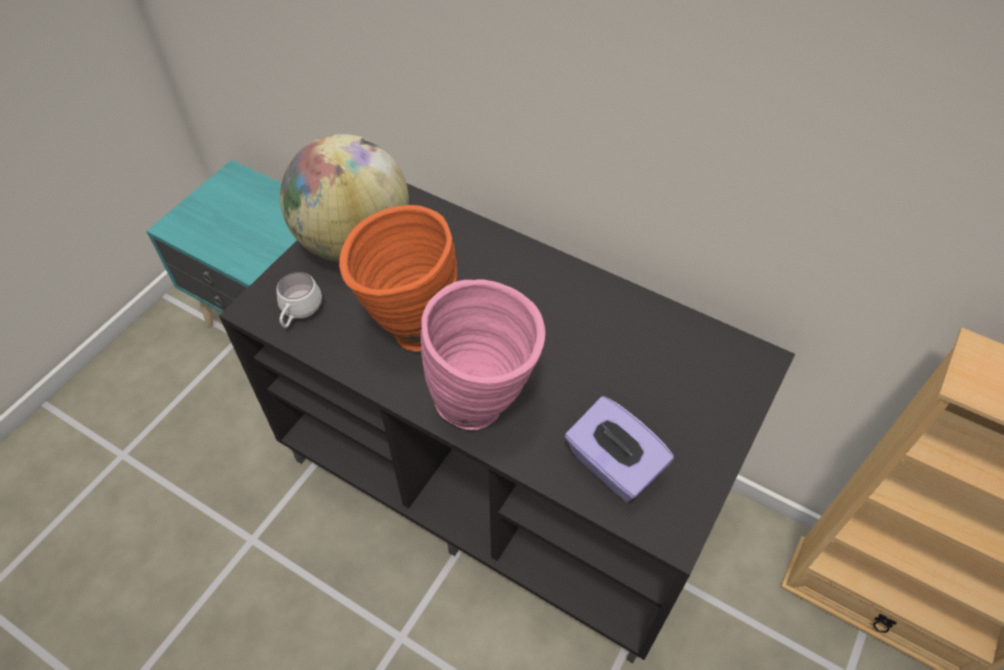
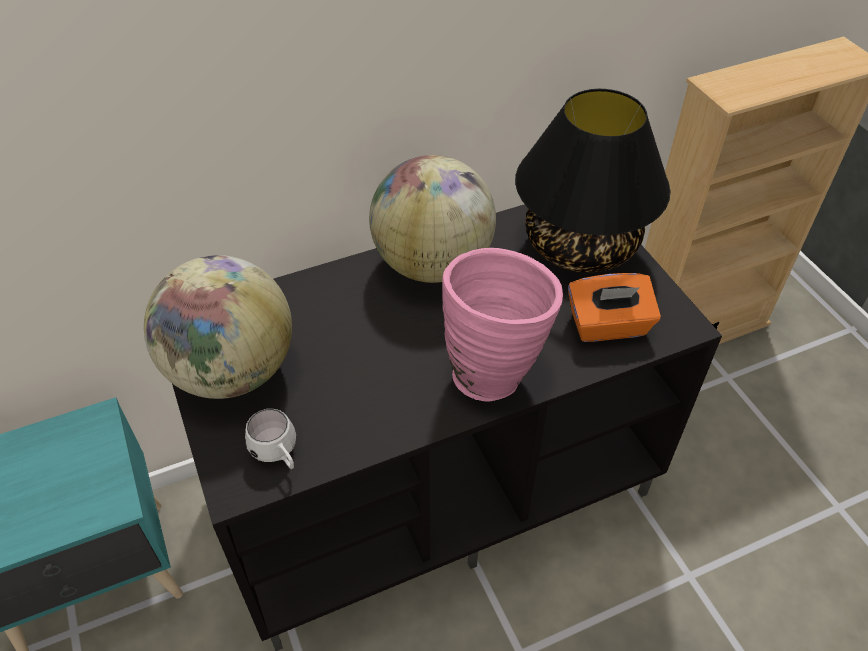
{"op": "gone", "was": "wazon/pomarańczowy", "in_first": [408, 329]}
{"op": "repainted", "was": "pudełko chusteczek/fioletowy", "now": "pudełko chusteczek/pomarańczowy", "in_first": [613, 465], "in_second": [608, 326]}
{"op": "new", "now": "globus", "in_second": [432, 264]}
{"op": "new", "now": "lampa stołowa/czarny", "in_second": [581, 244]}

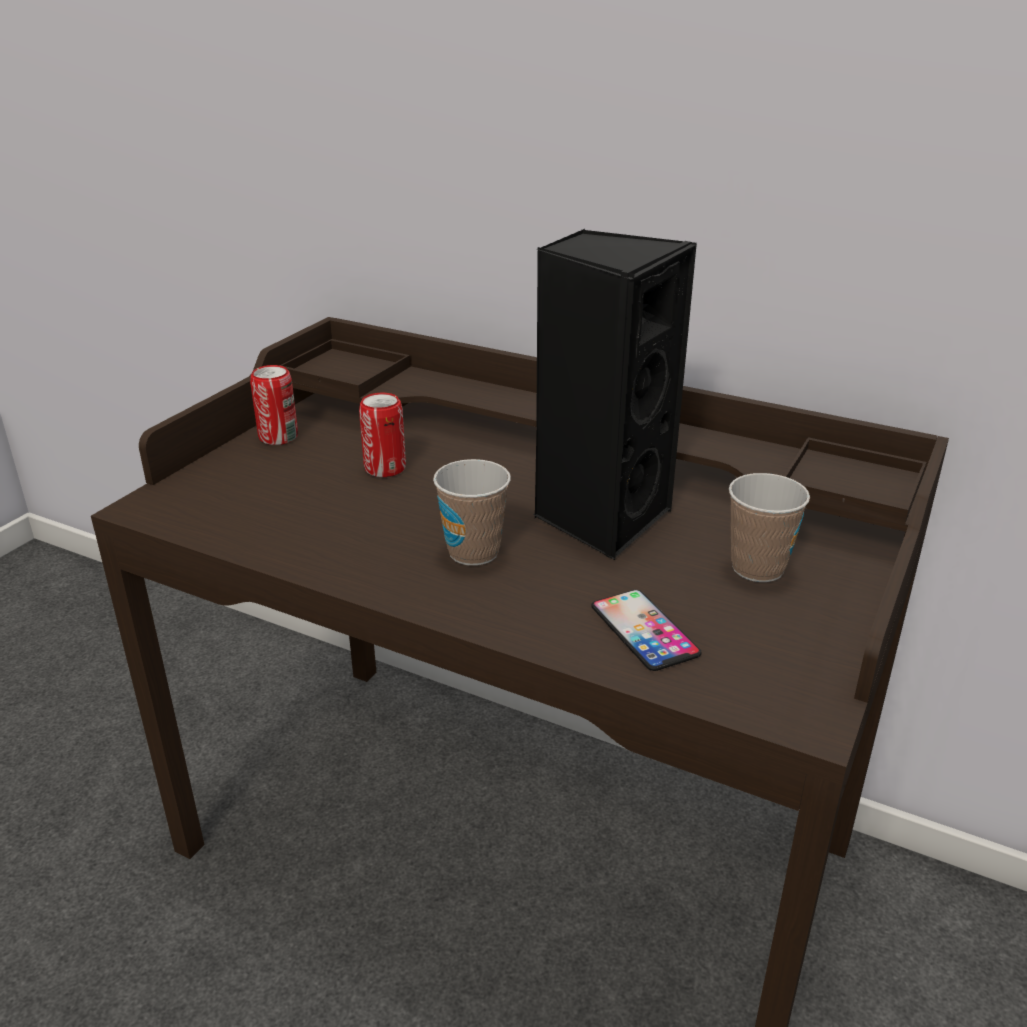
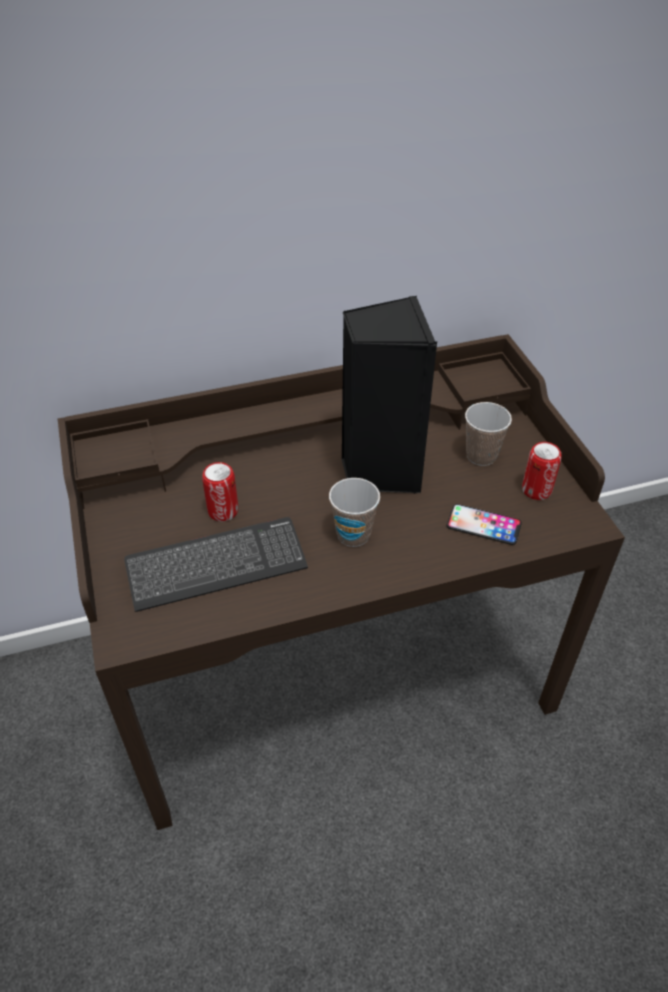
{"op": "shifted", "was": "puszka", "in_first": [278, 437], "in_second": [536, 490]}
{"op": "new", "now": "klawiatura", "in_second": [216, 566]}

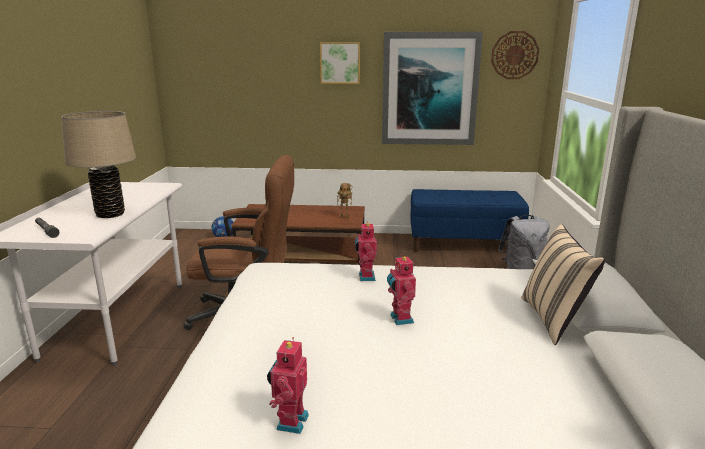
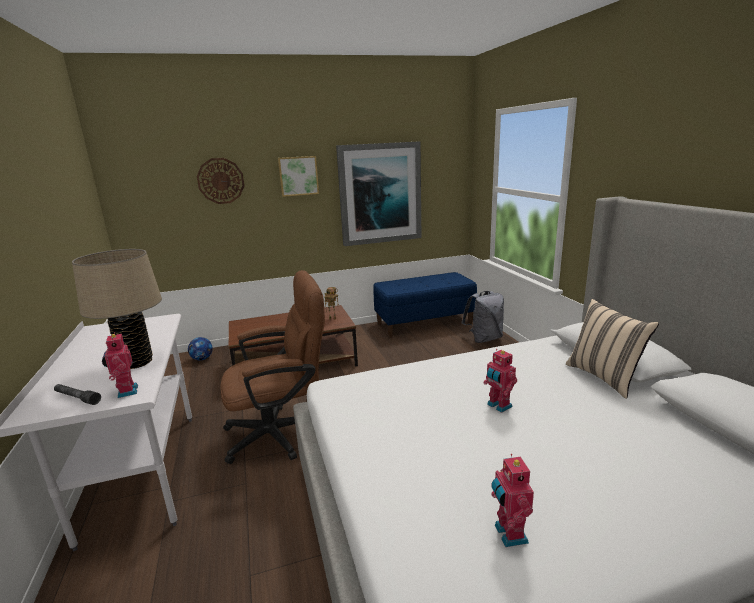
{"op": "shifted", "was": "robot zabawkowy", "in_first": [365, 277], "in_second": [126, 392]}
{"op": "shifted", "was": "zegar ścienny", "in_first": [514, 55], "in_second": [221, 181]}

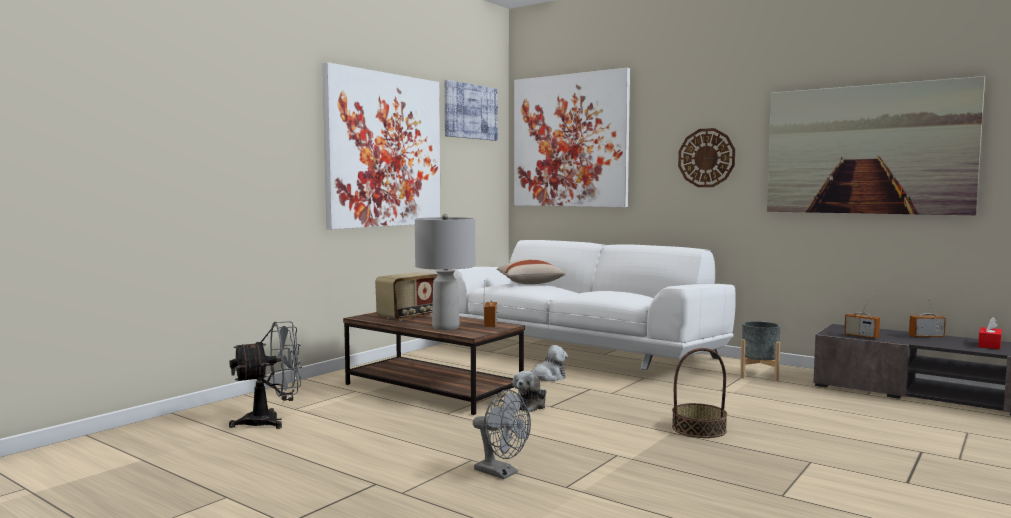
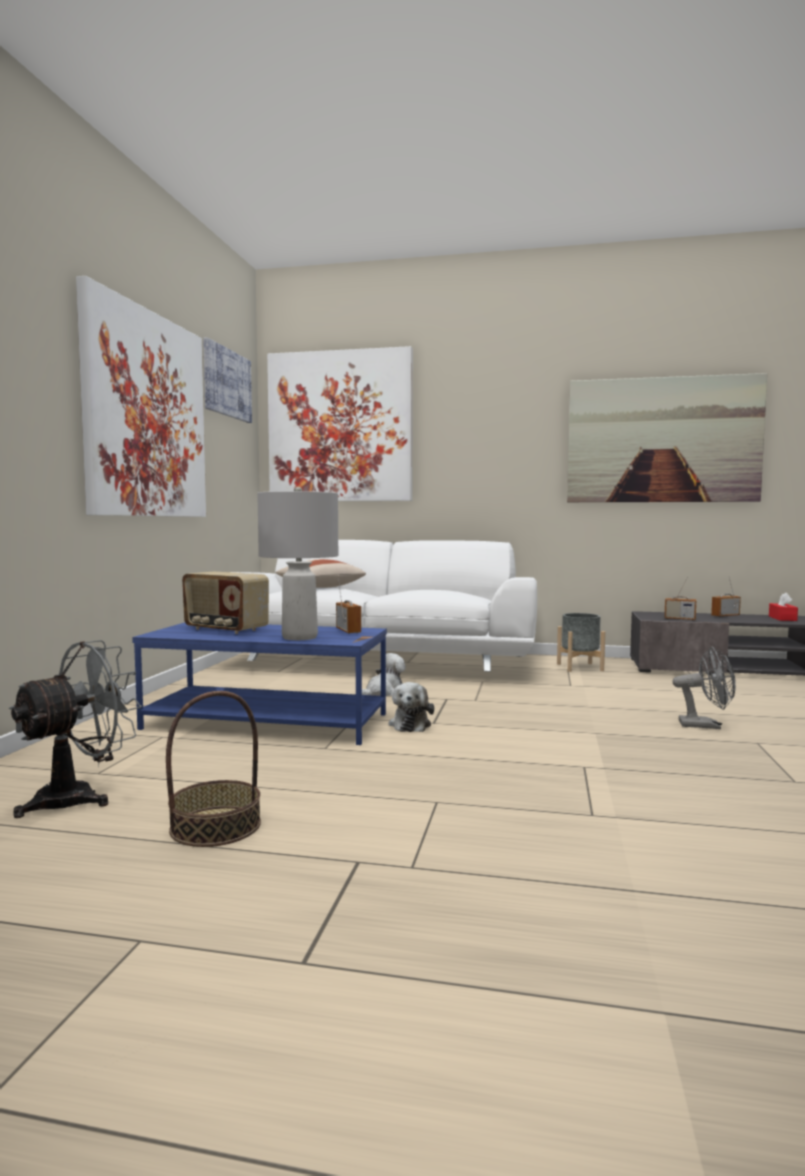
{"op": "repainted", "was": "ława/brązowy", "now": "ława/niebieski", "in_first": [433, 389], "in_second": [267, 721]}
{"op": "rotated", "was": "radio", "in_first": [409, 317], "in_second": [225, 629], "clockwise": 105}
{"op": "shifted", "was": "wentylator/szary", "in_first": [501, 473], "in_second": [706, 725]}
{"op": "shifted", "was": "koszyk", "in_first": [698, 429], "in_second": [215, 826]}
{"op": "gone", "was": "zegar ścienny", "in_first": [706, 158]}

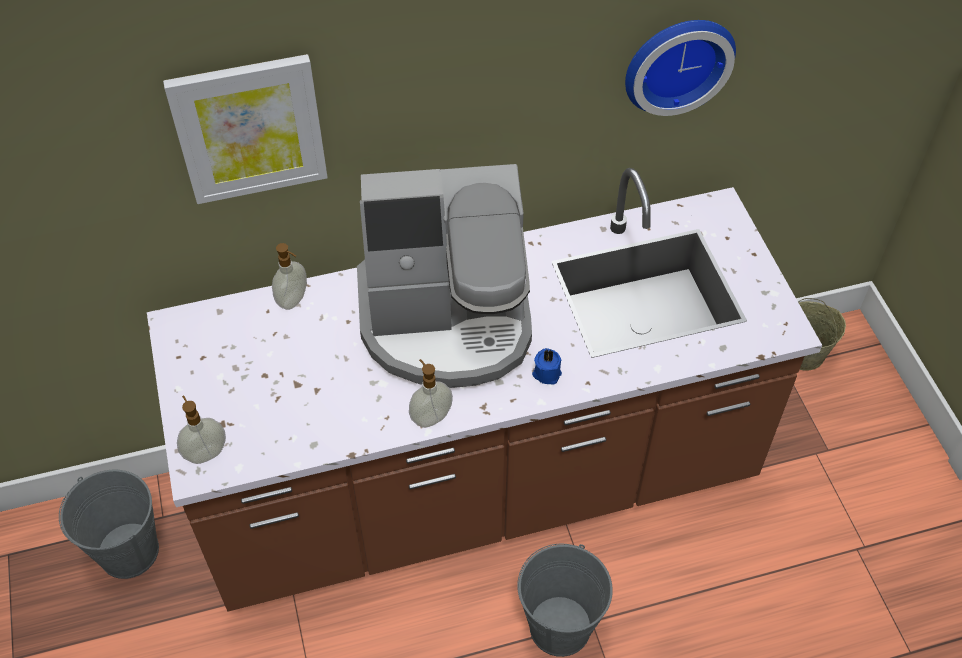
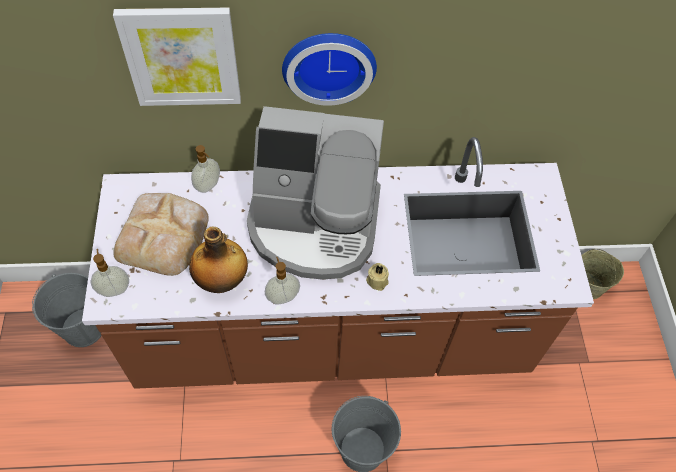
{"op": "repainted", "was": "świeca/niebieski", "now": "świeca/beżowy", "in_first": [546, 372], "in_second": [377, 280]}
{"op": "shifted", "was": "zegar ścienny", "in_first": [676, 61], "in_second": [329, 63]}
{"op": "new", "now": "chleb", "in_second": [164, 235]}
{"op": "new", "now": "butelka", "in_second": [222, 281]}

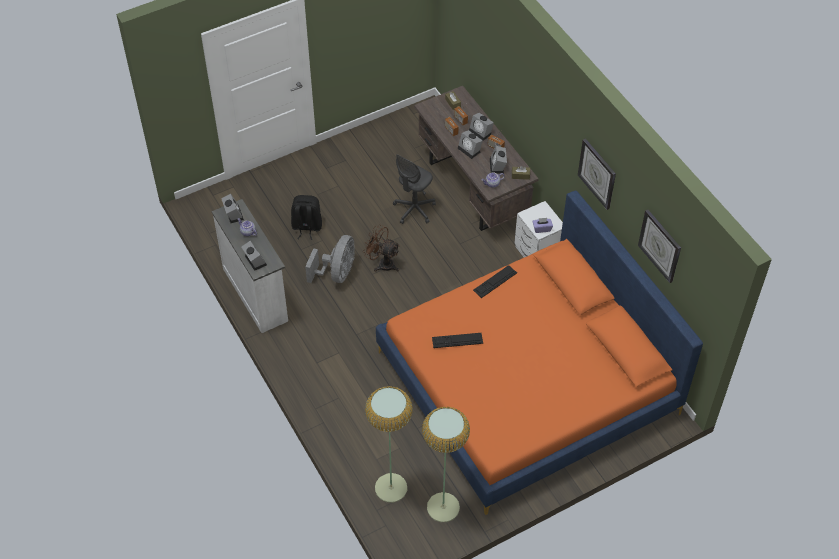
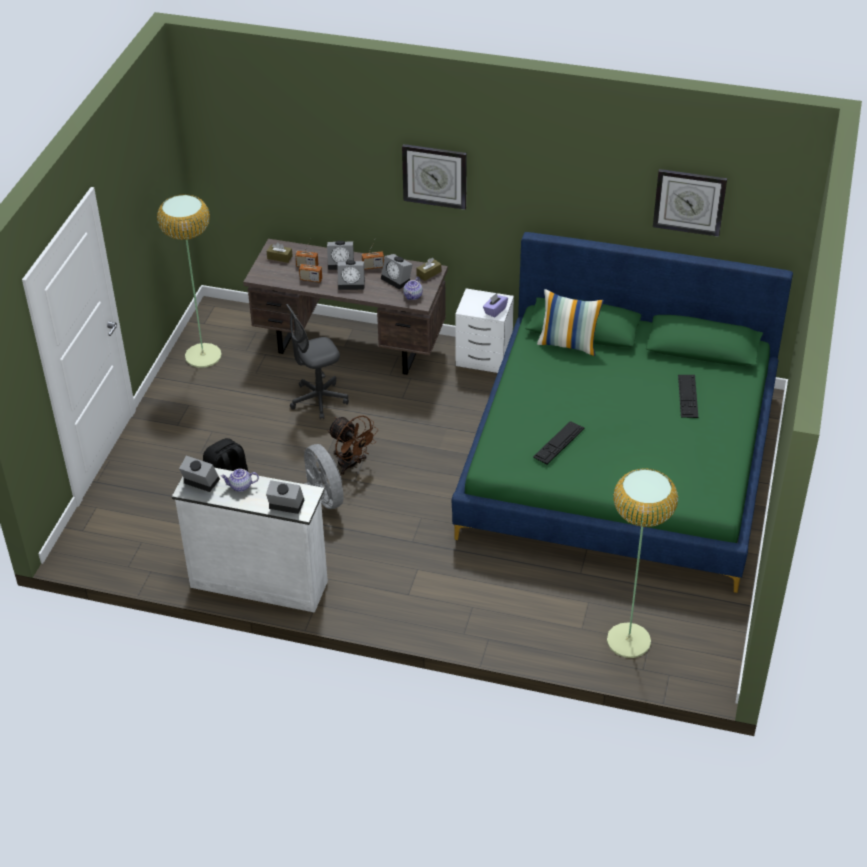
{"op": "rotated", "was": "wentylator/brązowy", "in_first": [382, 263], "in_second": [352, 465], "clockwise": -120}
{"op": "repainted", "was": "łóżko/pomarańczowy", "now": "łóżko/zielony", "in_first": [527, 382], "in_second": [620, 462]}
{"op": "rotated", "was": "krzesło biurowe/szary", "in_first": [414, 209], "in_second": [319, 400], "clockwise": 75}
{"op": "shifted", "was": "lampa stojąca", "in_first": [443, 507], "in_second": [203, 356]}
{"op": "shifted", "was": "klawiatura", "in_first": [495, 281], "in_second": [688, 396]}
{"op": "shifted", "was": "zegar ścienny", "in_first": [597, 173], "in_second": [435, 176]}
{"op": "new", "now": "poduszka", "in_second": [568, 344]}

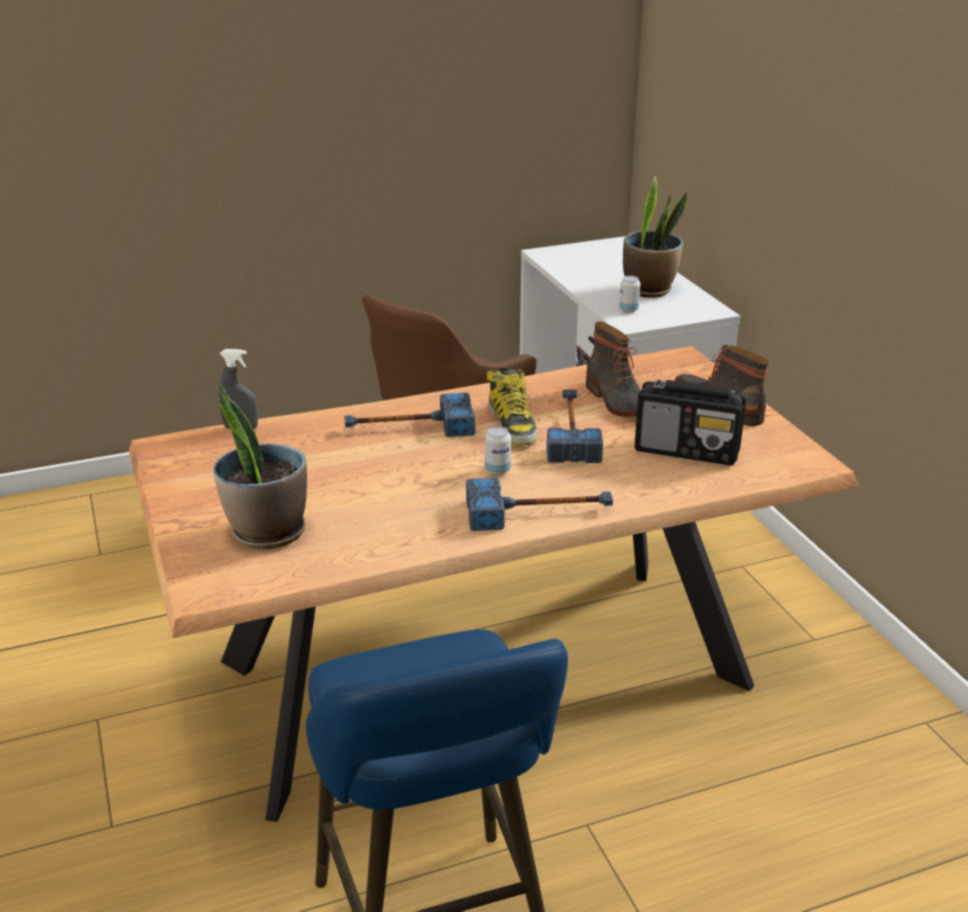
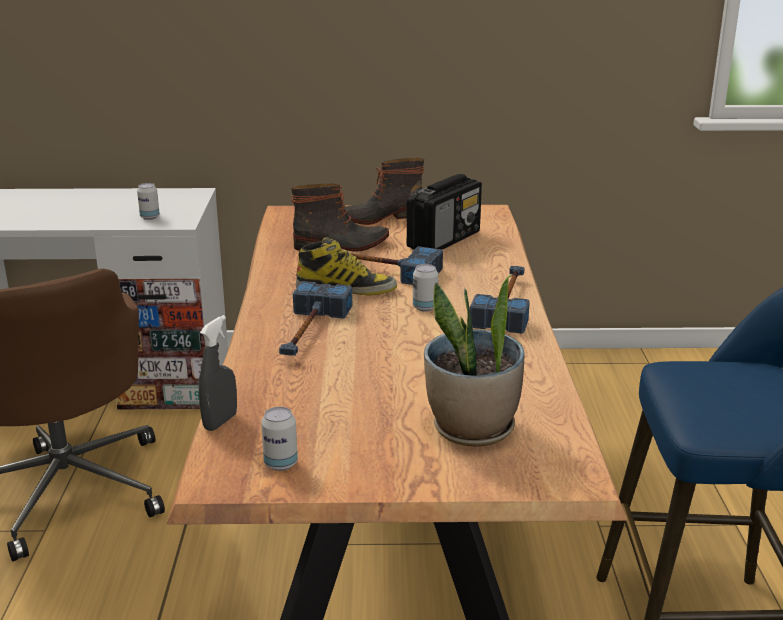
{"op": "gone", "was": "roślina doniczkowa", "in_first": [649, 290]}
{"op": "new", "now": "puszka", "in_second": [281, 464]}

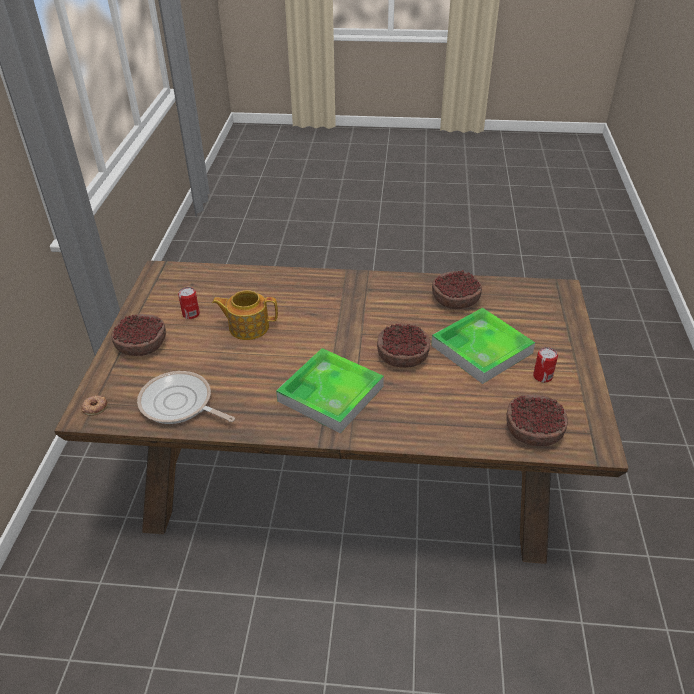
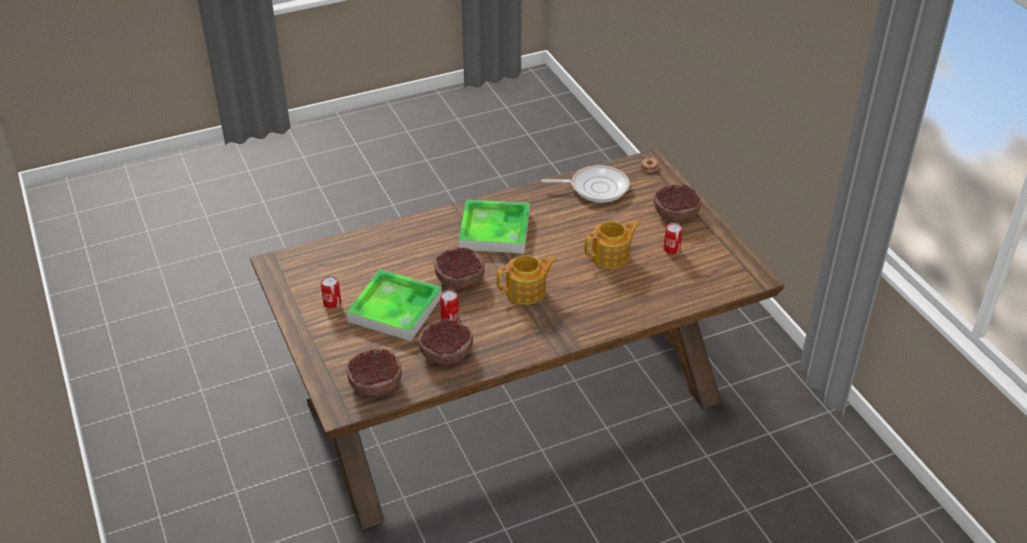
{"op": "shifted", "was": "miska", "in_first": [534, 431], "in_second": [374, 382]}
{"op": "new", "now": "puszka", "in_second": [450, 317]}
{"op": "new", "now": "imbryk", "in_second": [526, 291]}

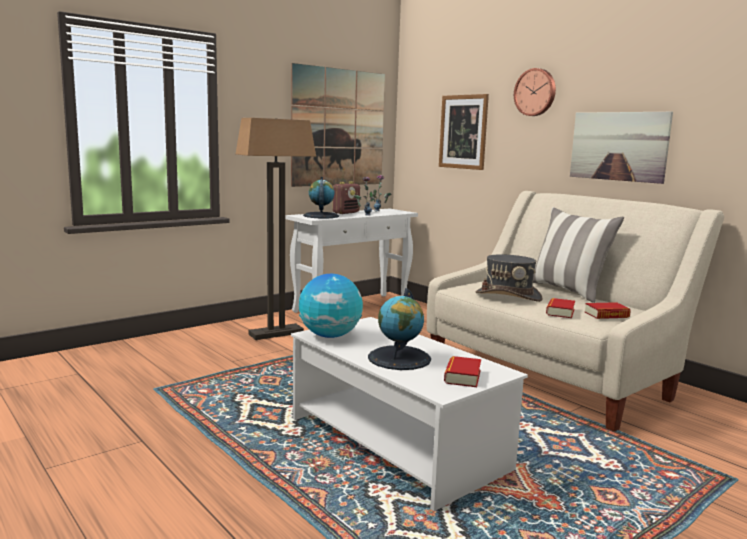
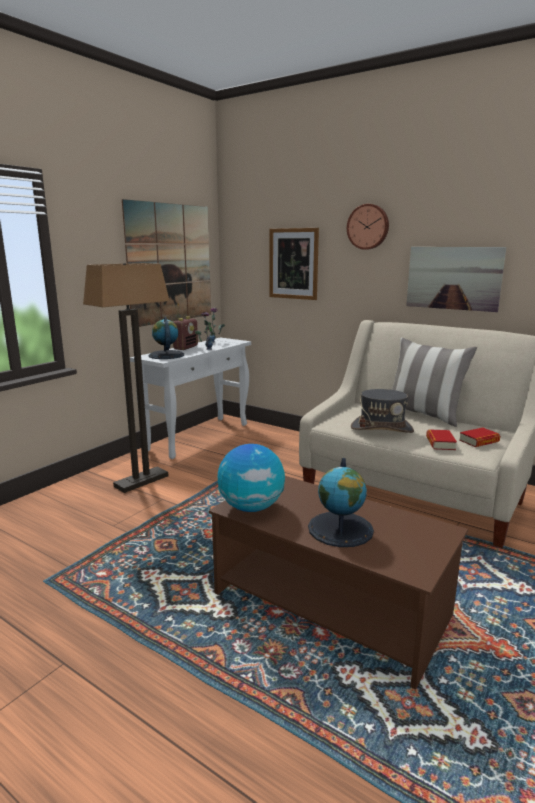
{"op": "repainted", "was": "ława/biały", "now": "ława/brązowy", "in_first": [397, 444], "in_second": [331, 605]}
{"op": "gone", "was": "książka", "in_first": [462, 376]}

